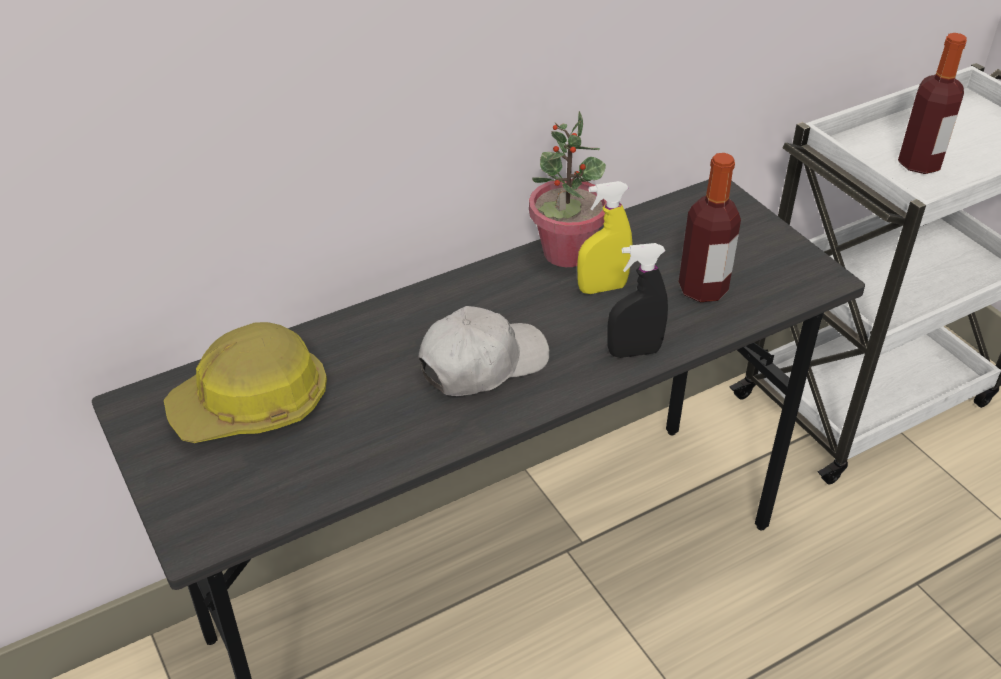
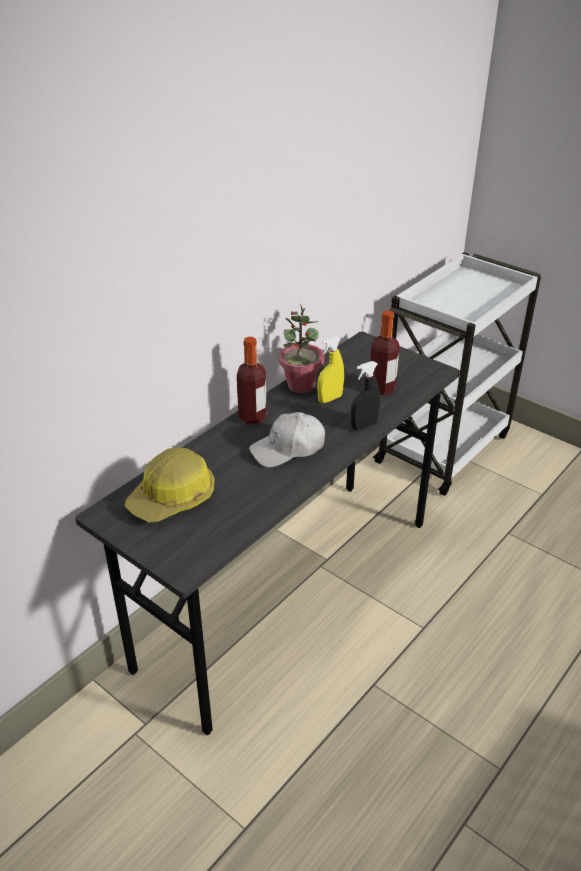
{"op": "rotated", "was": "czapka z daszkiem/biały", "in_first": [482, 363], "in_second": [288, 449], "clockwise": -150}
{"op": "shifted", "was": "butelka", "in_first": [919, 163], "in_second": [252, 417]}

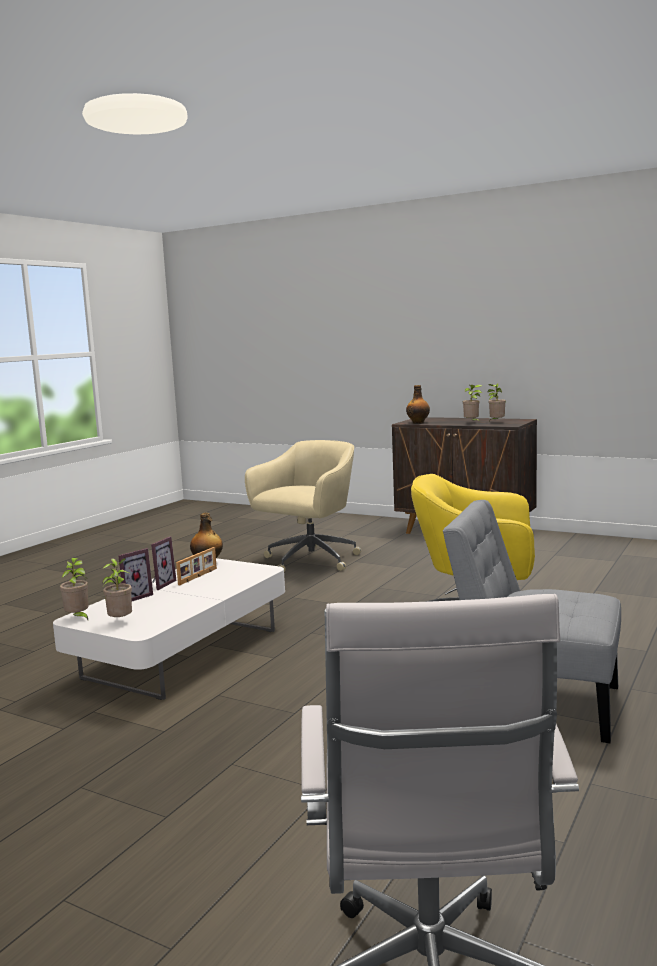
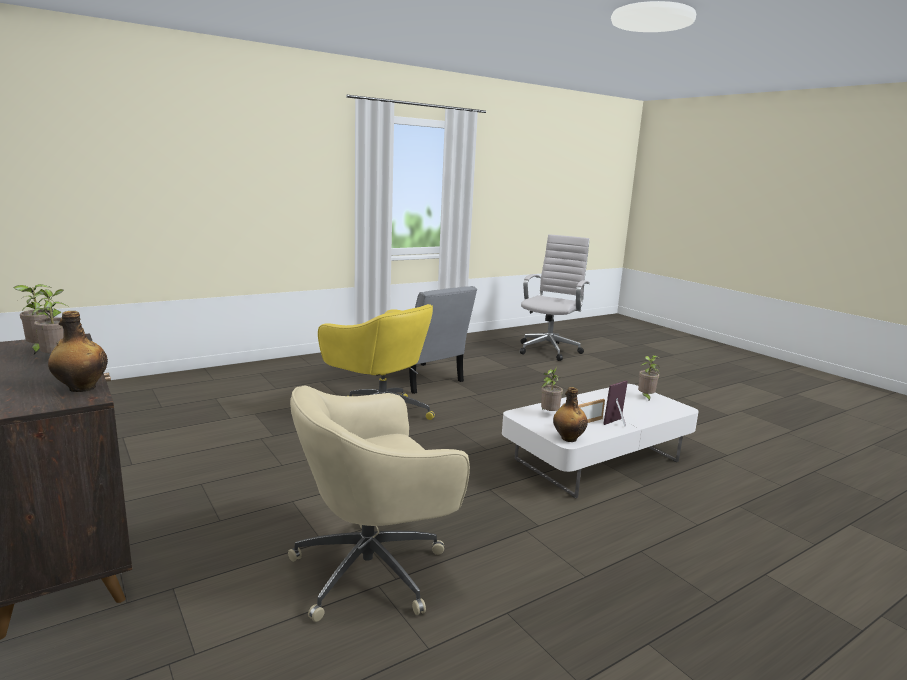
{"op": "shifted", "was": "roślina doniczkowa", "in_first": [78, 618], "in_second": [549, 414]}
{"op": "gone", "was": "ramka na zdjęcie", "in_first": [134, 597]}

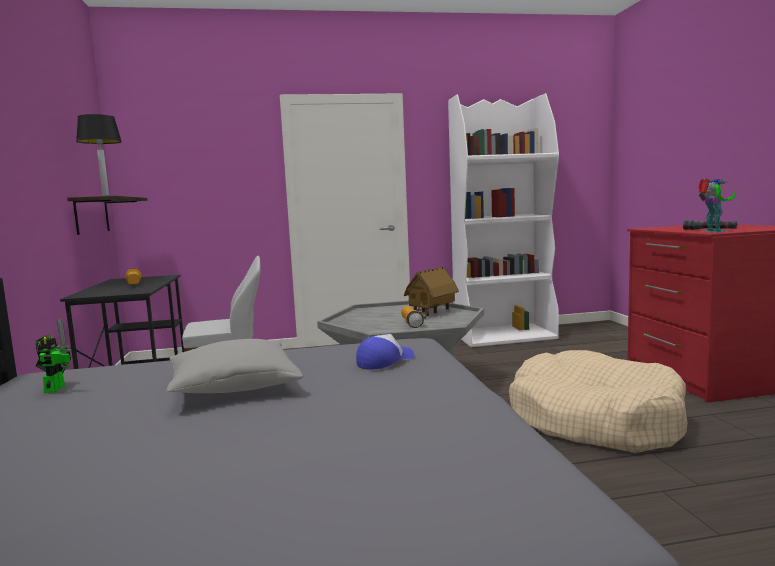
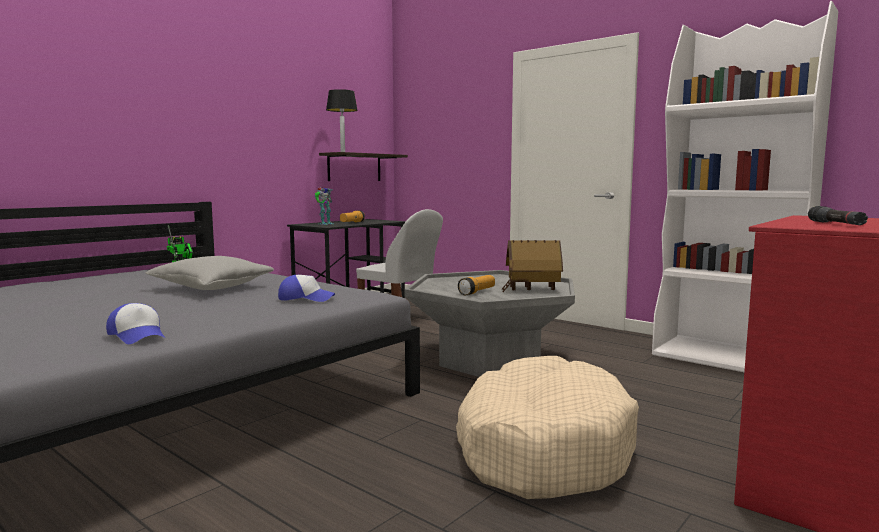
{"op": "shifted", "was": "robot zabawkowy", "in_first": [713, 231], "in_second": [324, 223]}
{"op": "new", "now": "czapka z daszkiem", "in_second": [138, 336]}

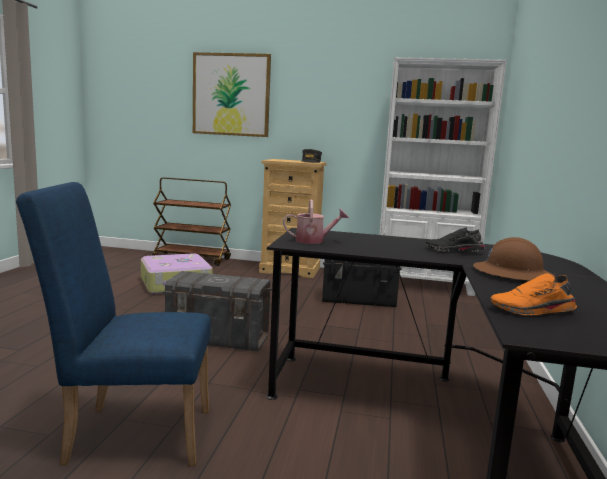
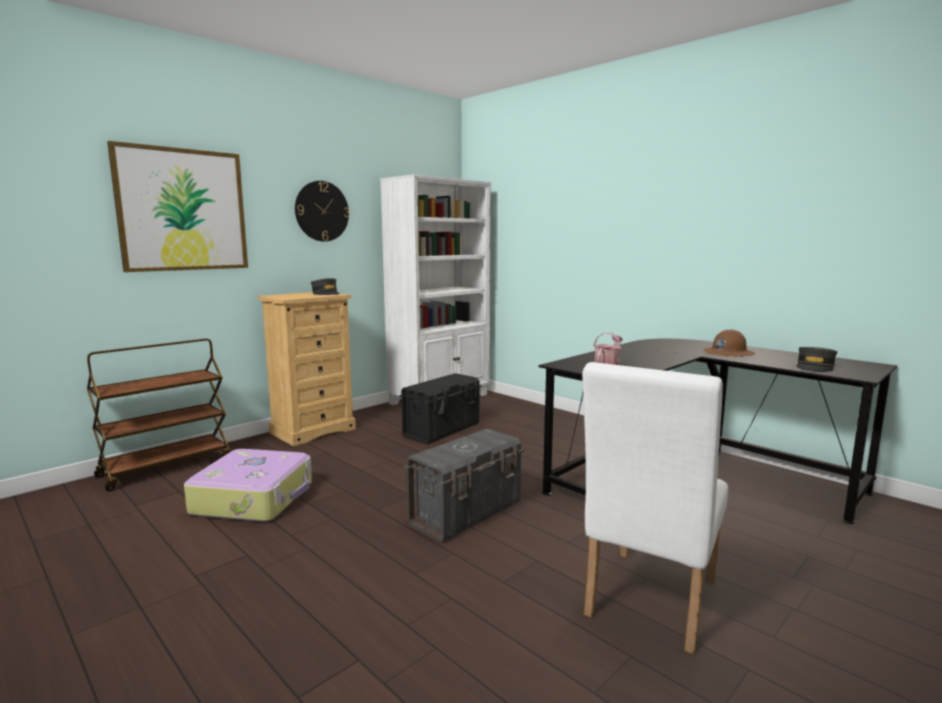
{"op": "repainted", "was": "krzesło/niebieski", "now": "krzesło/biały", "in_first": [129, 433], "in_second": [647, 603]}
{"op": "gone", "was": "but/czarny", "in_first": [454, 251]}
{"op": "swapped", "was": "but/pomarańczowy", "now": "czapka z daszkiem/szary", "in_first": [533, 311], "in_second": [815, 367]}
{"op": "new", "now": "zegar ścienny", "in_second": [322, 211]}

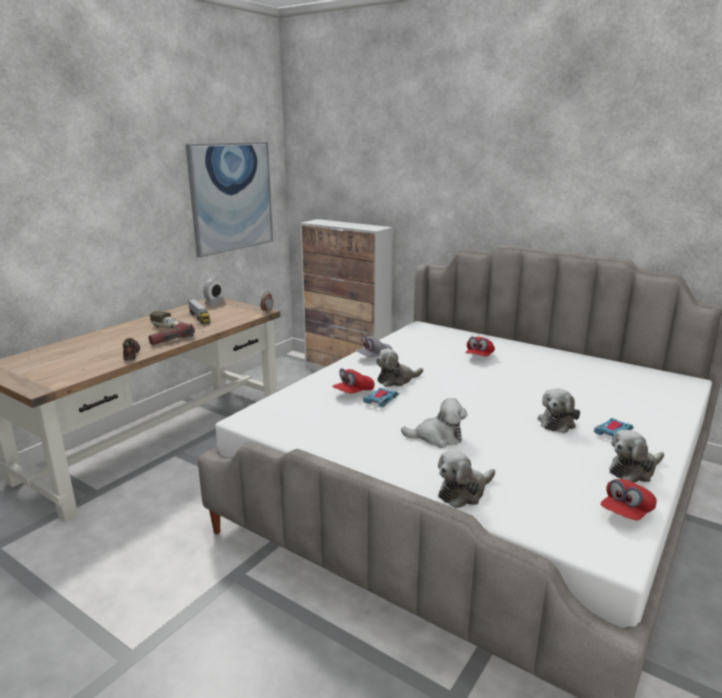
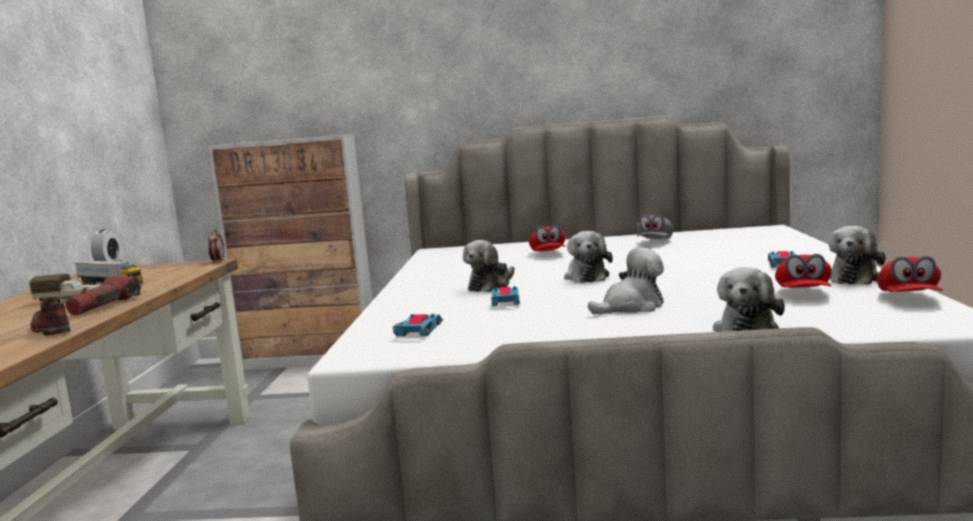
{"op": "gone", "was": "obraz", "in_first": [232, 197]}
{"op": "shifted", "was": "czapka z daszkiem/czerwony", "in_first": [353, 392], "in_second": [803, 294]}
{"op": "shifted", "was": "czapka z daszkiem/szary", "in_first": [373, 357], "in_second": [654, 242]}
{"op": "shifted", "was": "pluszak", "in_first": [557, 422], "in_second": [586, 277]}
{"op": "new", "now": "samochodzik", "in_second": [419, 330]}

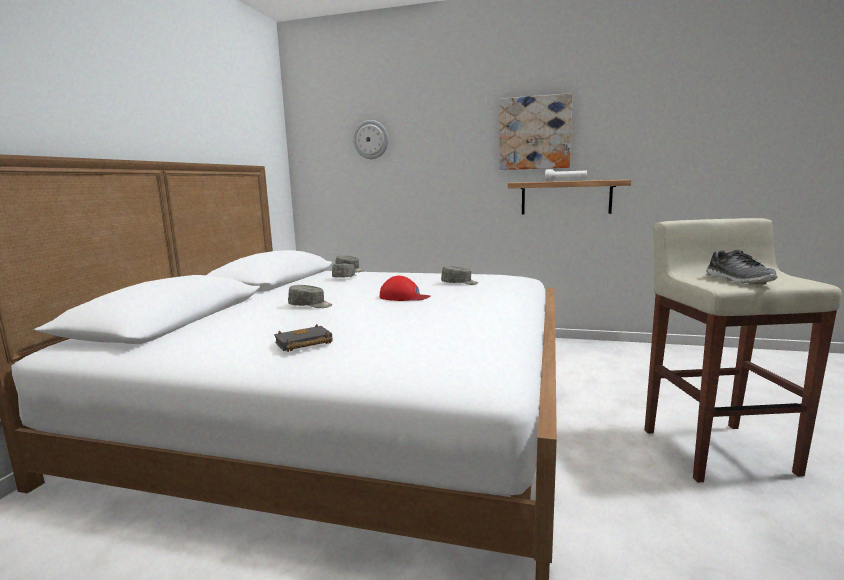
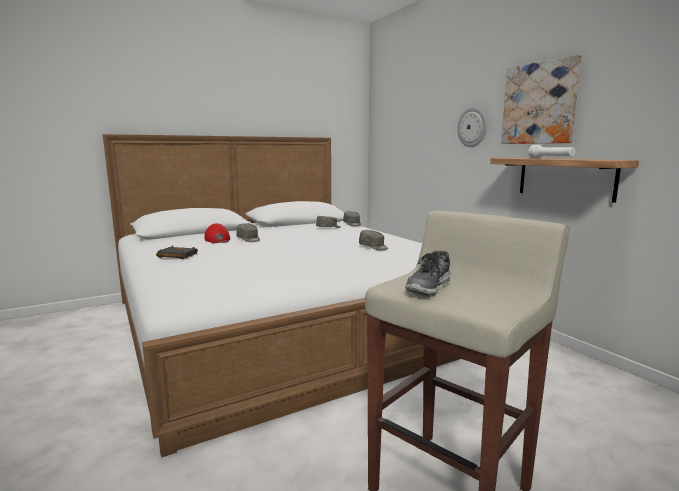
{"op": "shifted", "was": "zegar ścienny", "in_first": [371, 139], "in_second": [472, 127]}
{"op": "shifted", "was": "czapka z daszkiem/czerwony", "in_first": [404, 297], "in_second": [217, 240]}

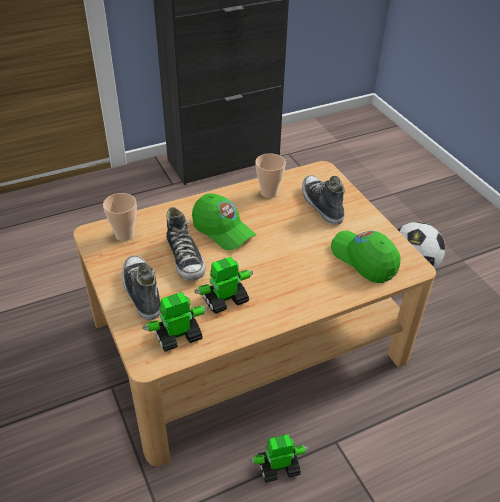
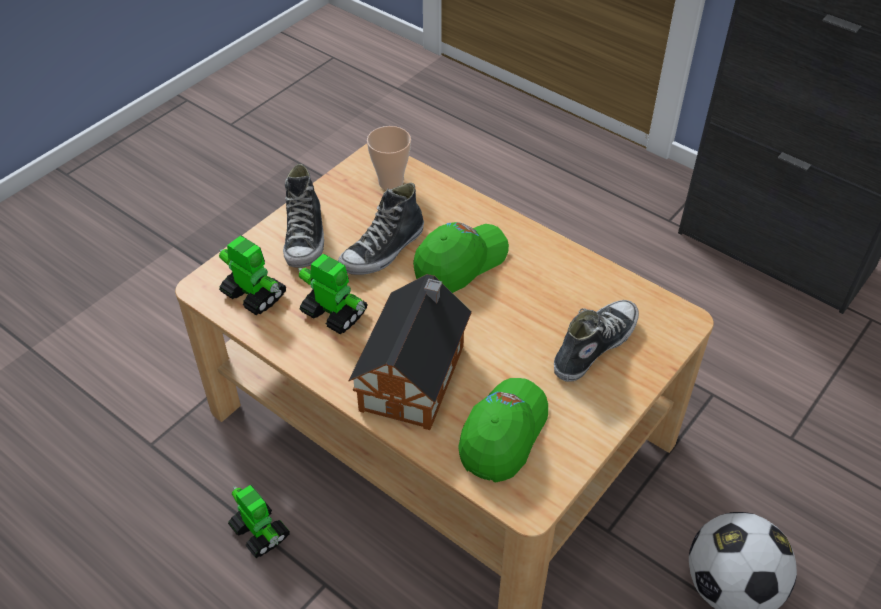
{"op": "rotated", "was": "but", "in_first": [142, 292], "in_second": [305, 237], "clockwise": 135}
{"op": "rotated", "was": "czapka z daszkiem/zielony", "in_first": [223, 230], "in_second": [460, 263], "clockwise": -150}
{"op": "gone", "was": "filiżanka", "in_first": [269, 193]}
{"op": "new", "now": "domek", "in_second": [415, 373]}

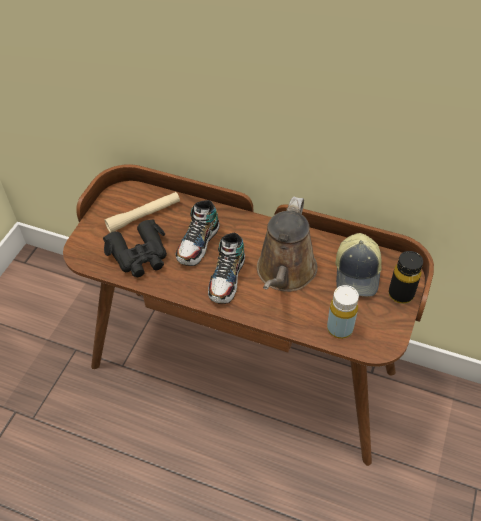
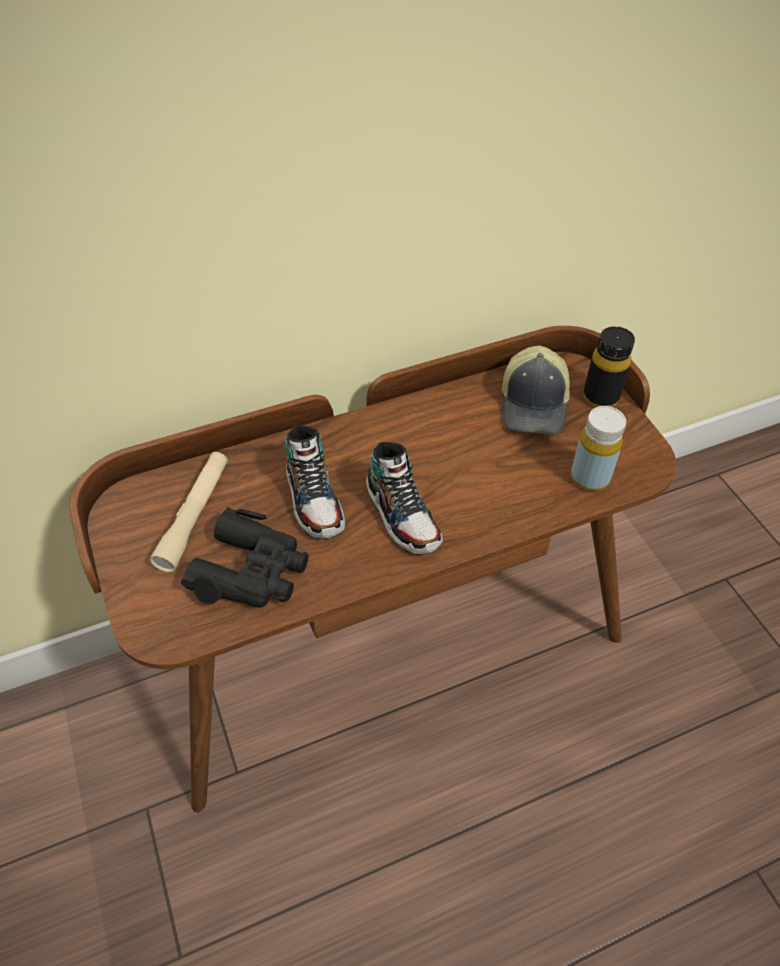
{"op": "gone", "was": "konewka/brązowy", "in_first": [285, 273]}
{"op": "rotated", "was": "czapka z daszkiem", "in_first": [358, 273], "in_second": [535, 405], "clockwise": 45}

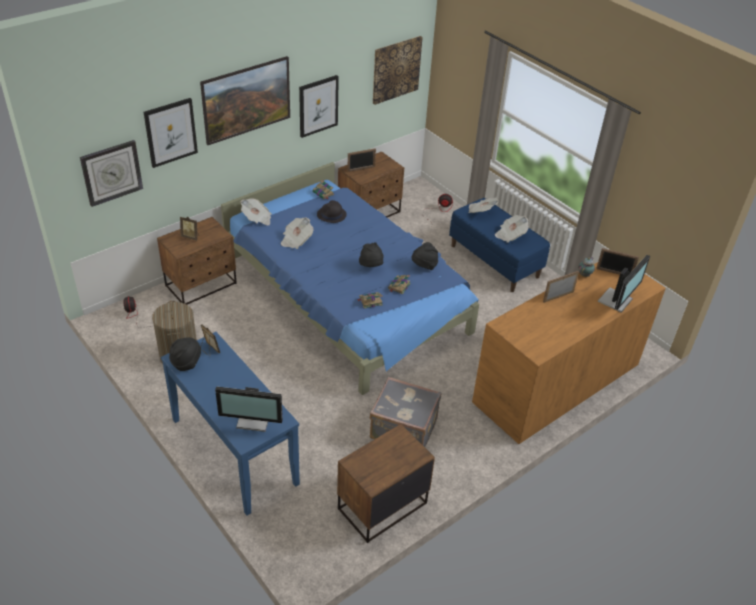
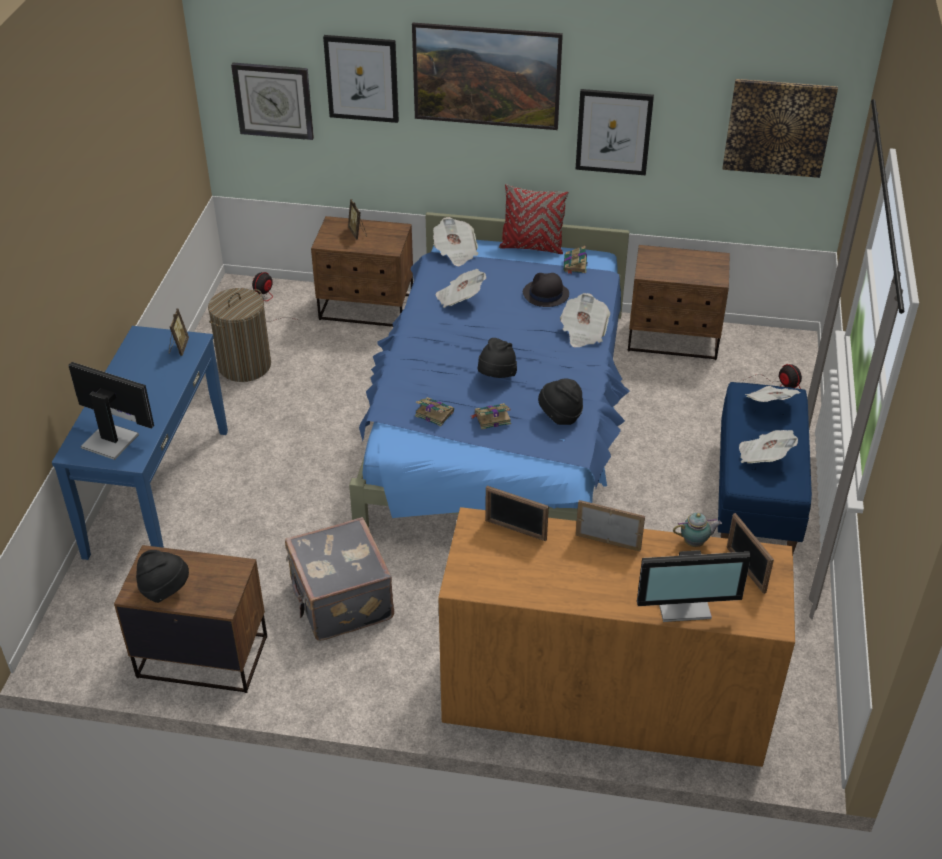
{"op": "shifted", "was": "kapelusz/czarny", "in_first": [186, 362], "in_second": [165, 590]}
{"op": "rotated", "was": "monitor", "in_first": [254, 420], "in_second": [111, 439], "clockwise": 150}
{"op": "shifted", "was": "ramka na zdjęcie", "in_first": [361, 169], "in_second": [515, 530]}
{"op": "new", "now": "poduszka/czerwony", "in_second": [532, 247]}
{"op": "new", "now": "gazeta", "in_second": [583, 332]}

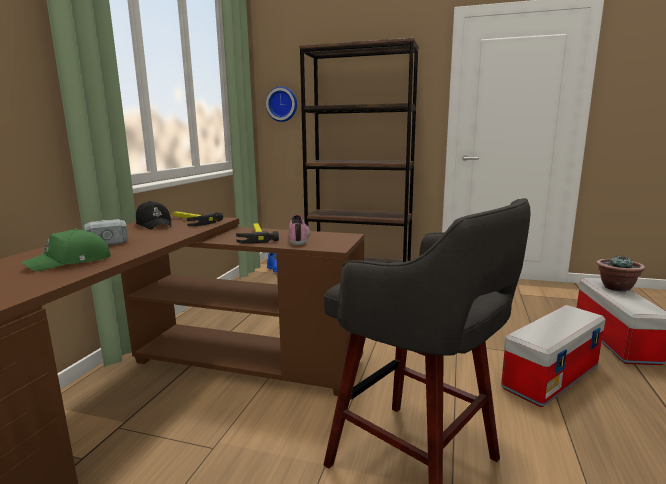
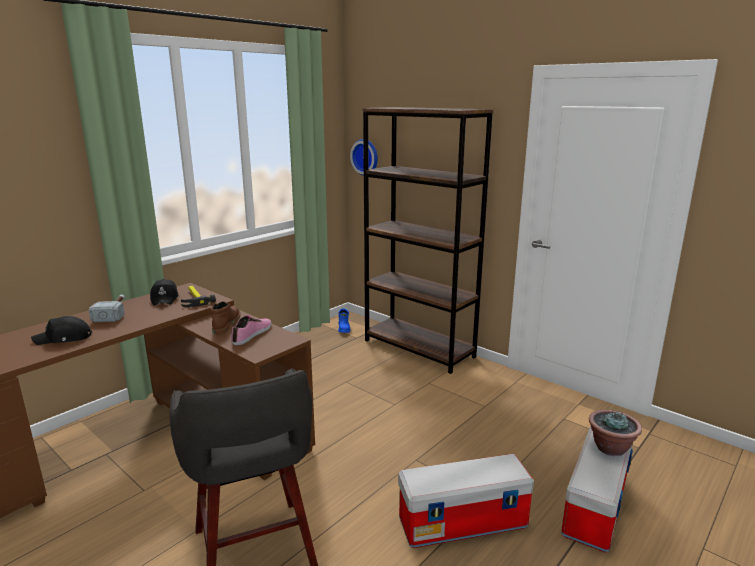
{"op": "repainted", "was": "czapka z daszkiem/zielony", "now": "czapka z daszkiem/czarny", "in_first": [71, 262], "in_second": [63, 338]}
{"op": "swapped", "was": "młotek", "now": "but z cholewką/brązowy", "in_first": [255, 236], "in_second": [225, 324]}

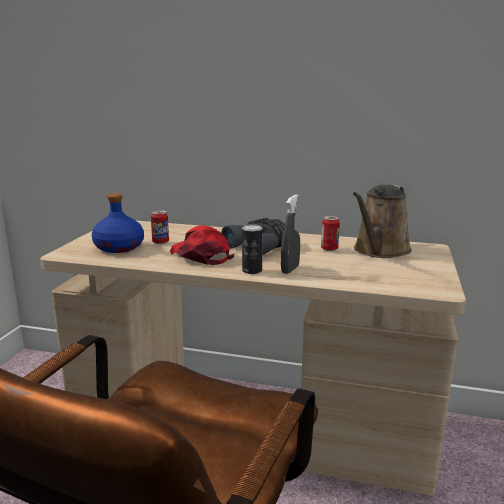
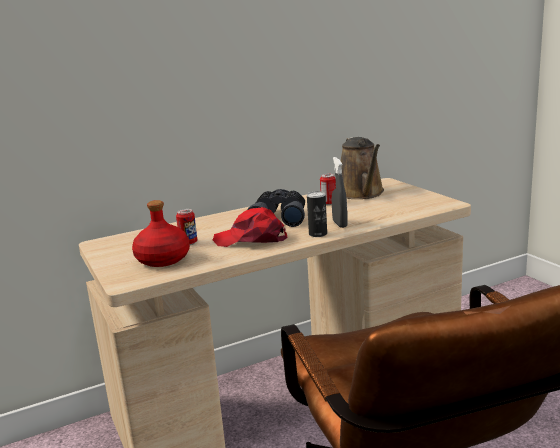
{"op": "repainted", "was": "butelka/niebieski", "now": "butelka/czerwony", "in_first": [119, 247], "in_second": [163, 259]}

